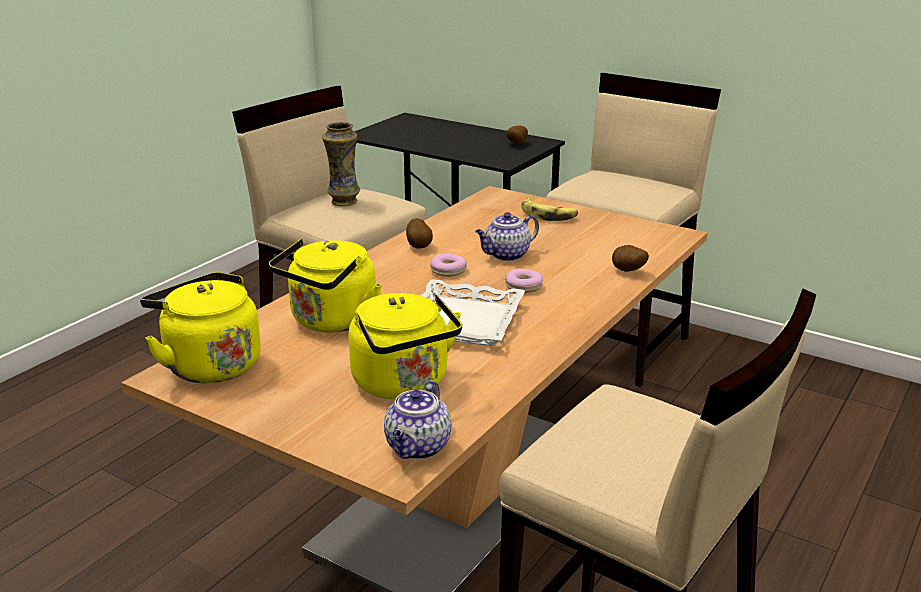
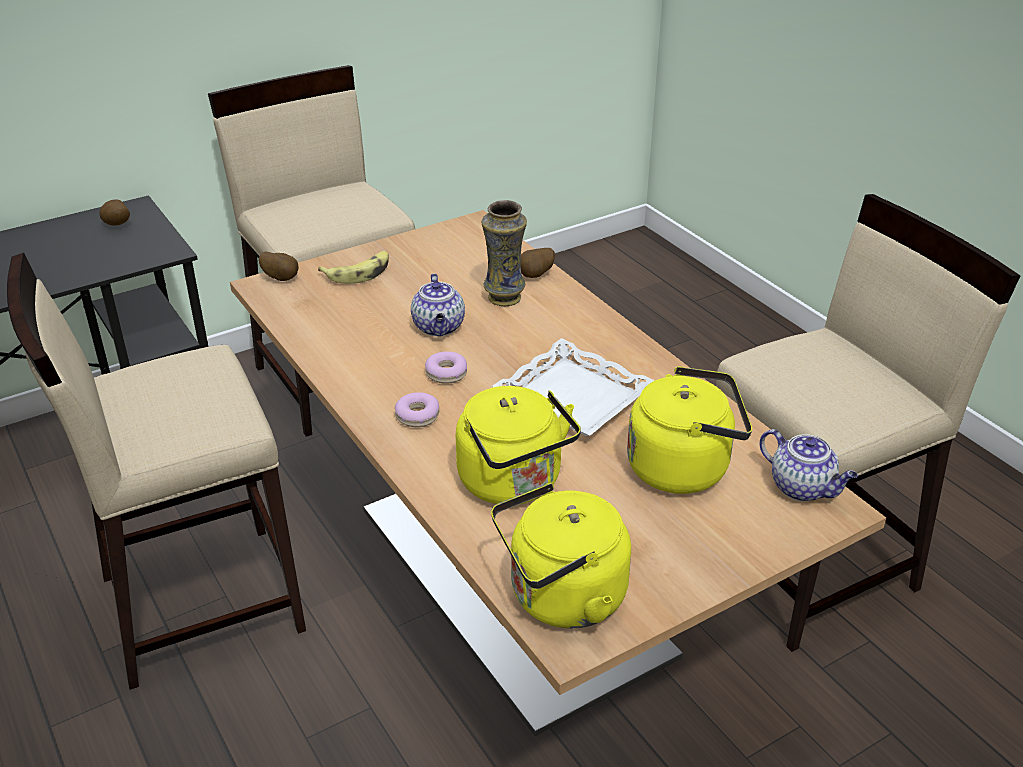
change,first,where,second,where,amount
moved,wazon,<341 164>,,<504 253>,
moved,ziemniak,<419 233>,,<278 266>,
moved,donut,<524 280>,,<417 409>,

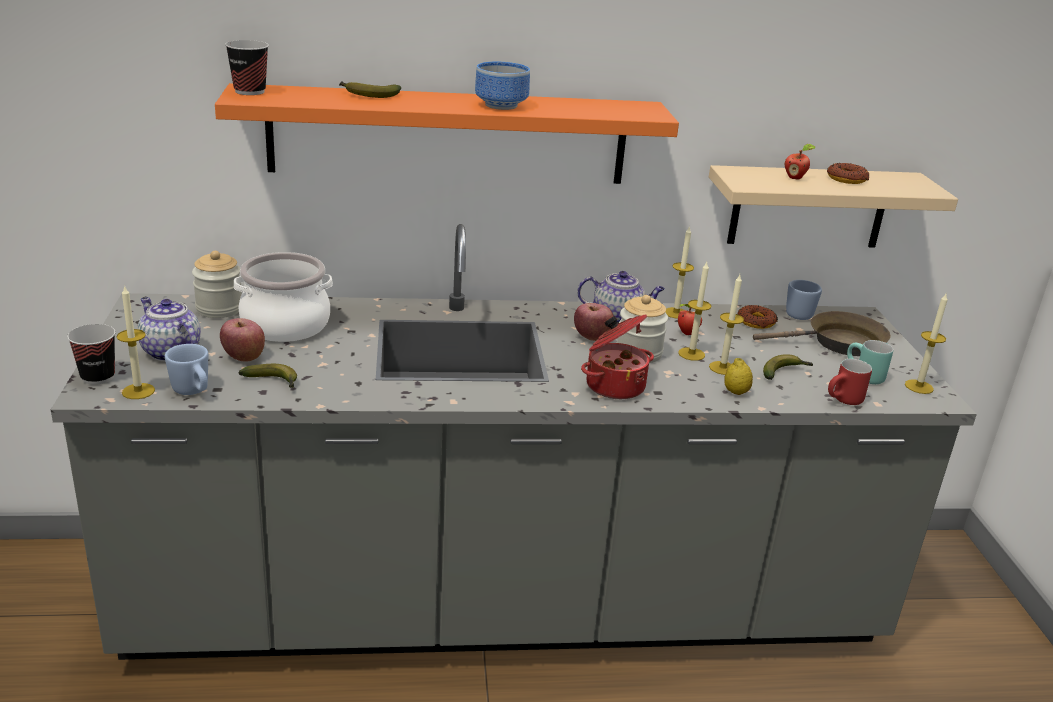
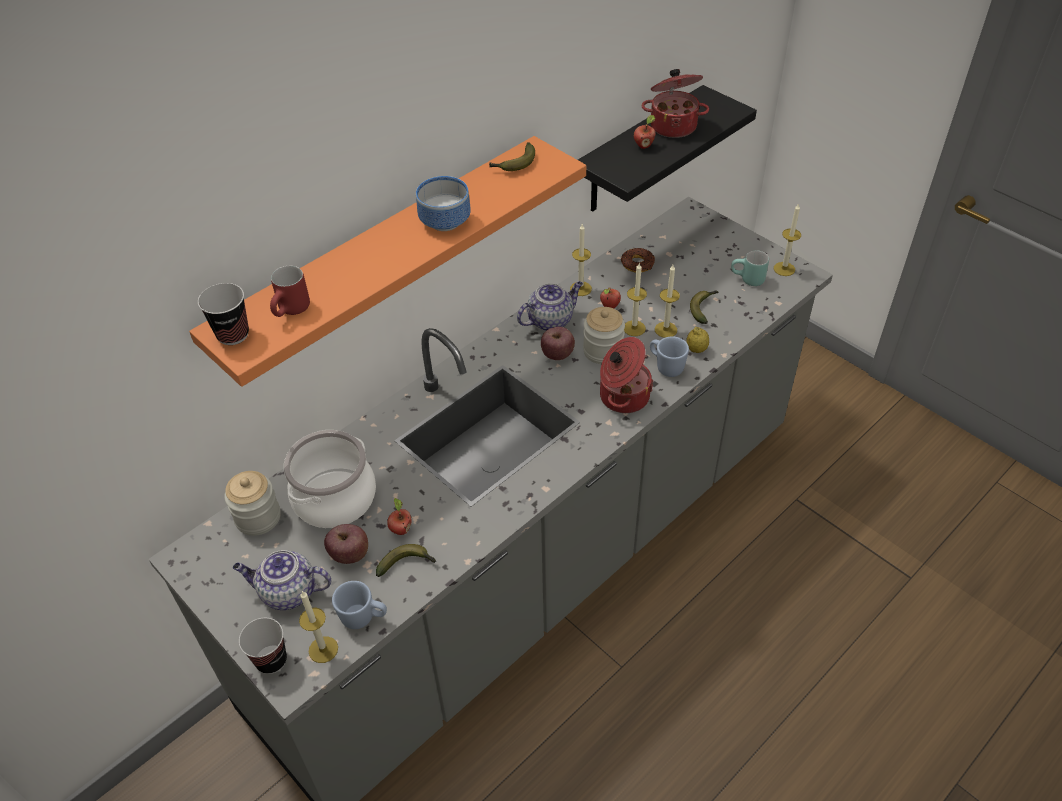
change,first,where,second,where,amount
removed,patelnia [brązowy],<822 333>,,,
added,,,jabłko,<399 516>,
moved,banan,<370 89>,,<512 156>,
moved,kubek [niebieski],<804 300>,,<669 357>,
moved,kubek [czerwony],<850 382>,,<290 291>,
replaced,donut,<848 173>,garnek,<675 103>,
recoloured,półka [beżowy],<833 206>,półka [czarny],<667 148>,

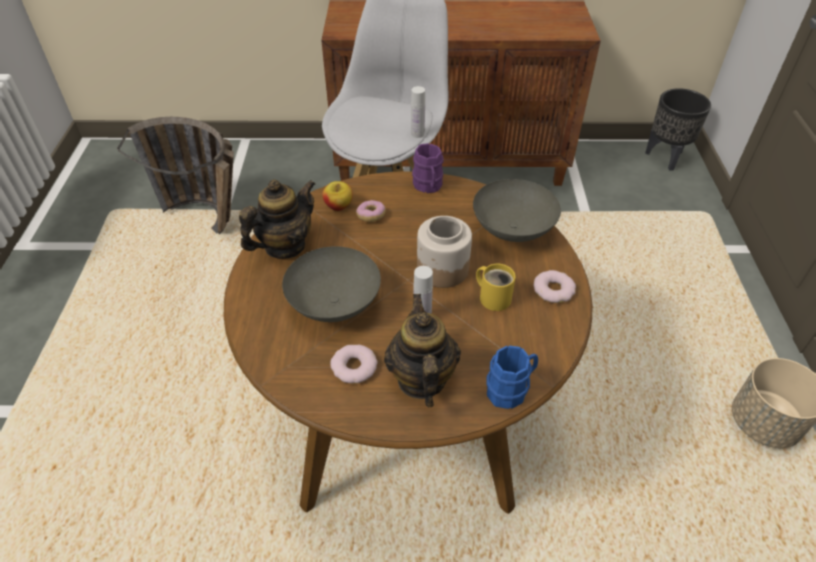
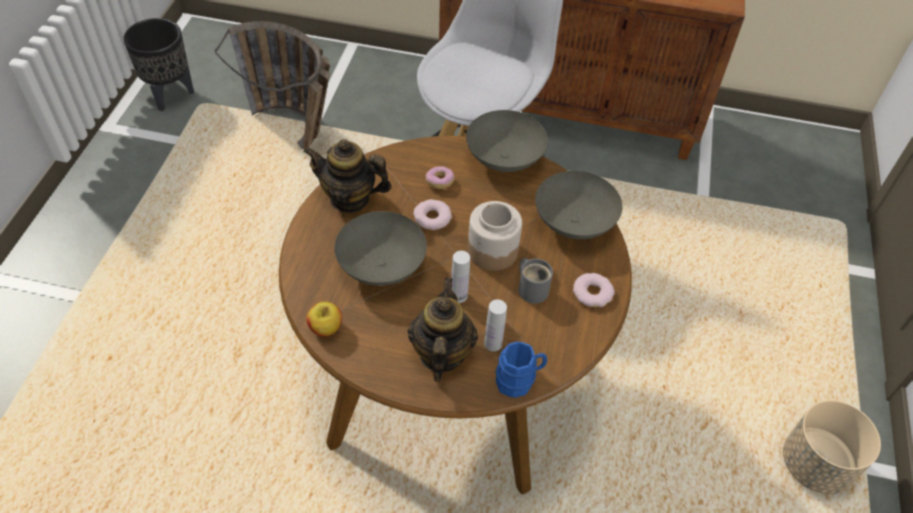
change,first,where,second,where,amount
moved,jabłko,<337 196>,,<324 319>,
moved,donut,<354 364>,,<432 214>,
moved,butelka [biały],<418 112>,,<495 325>,
moved,donica [czarny],<678 129>,,<158 64>,
replaced,kubek [fioletowy],<428 168>,miska [szary],<507 141>,
recoloured,kubek [żółty],<496 287>,kubek [szary],<536 281>,
turned,imbryk,<277 219>,,<348 176>,135 degrees counterclockwise

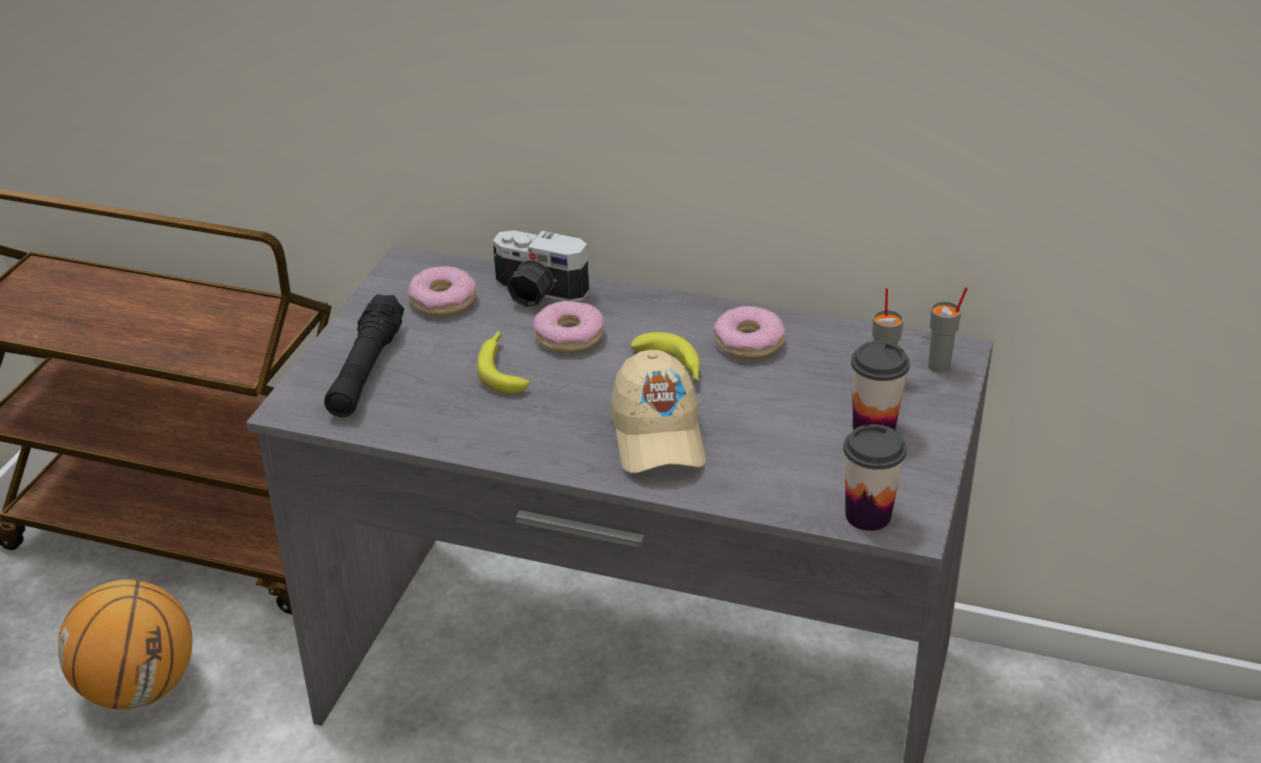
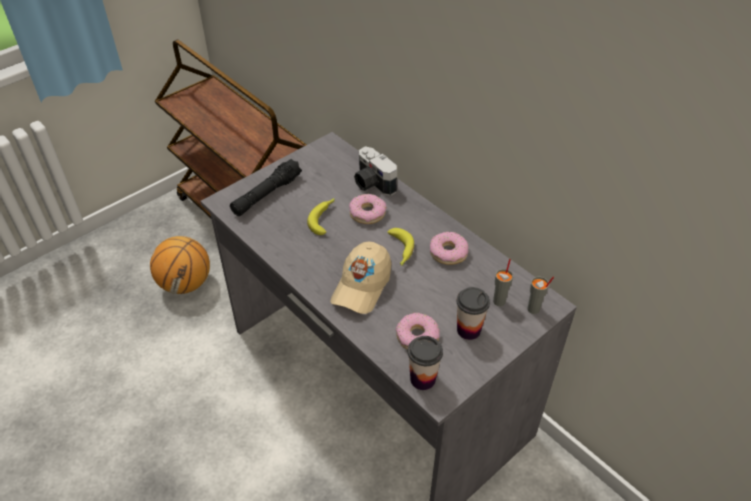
change,first,where,second,where,amount
moved,donut,<442 291>,,<418 331>,

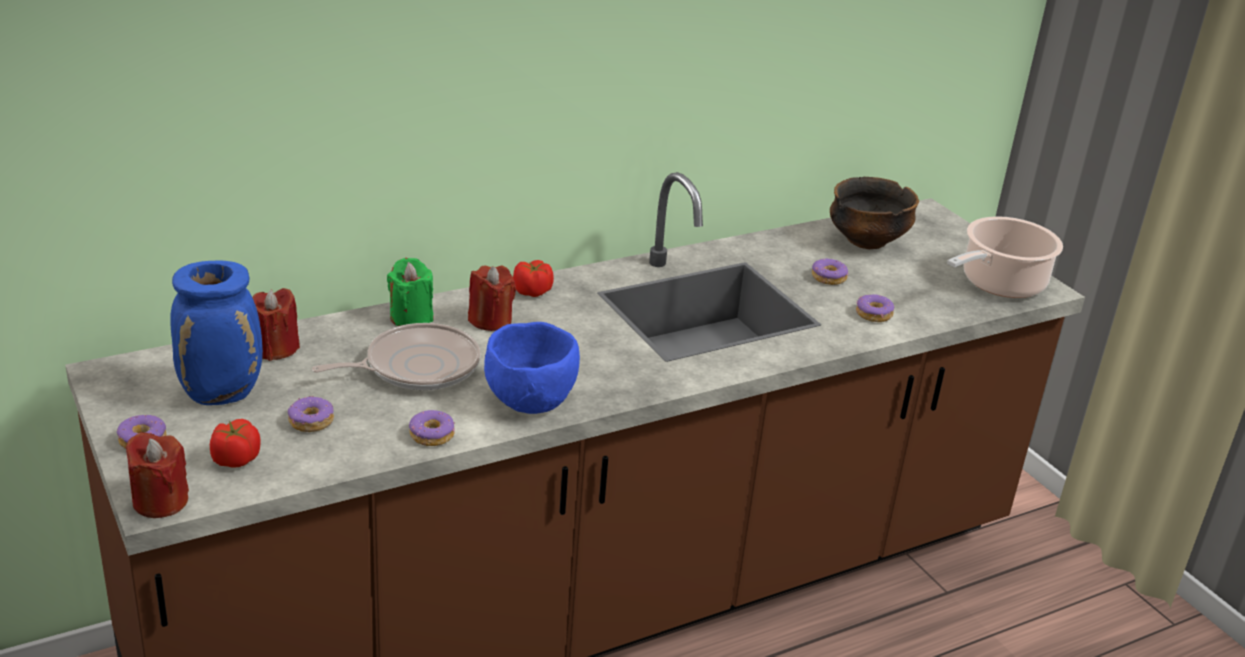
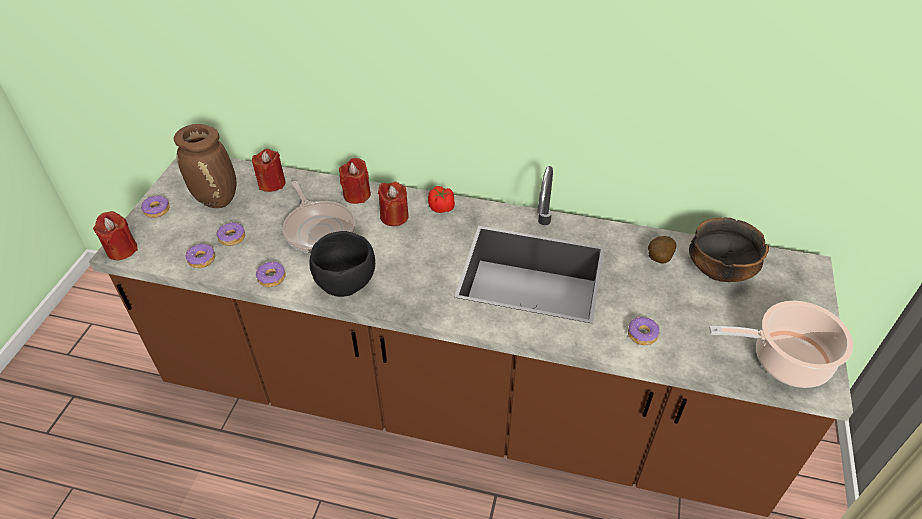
change,first,where,second,where,amount
removed,pomidor,<235 443>,,,
added,,,ziemniak,<662 250>,
moved,donut,<830 272>,,<200 256>,
recoloured,wazon [niebieski],<216 332>,wazon [brązowy],<205 166>,
recoloured,świeca [zielony],<410 292>,świeca [czerwony],<355 181>,
recoloured,miska [niebieski],<532 368>,miska [czarny],<342 264>,
turned,patelnia,<396 356>,,<319 217>,45 degrees clockwise

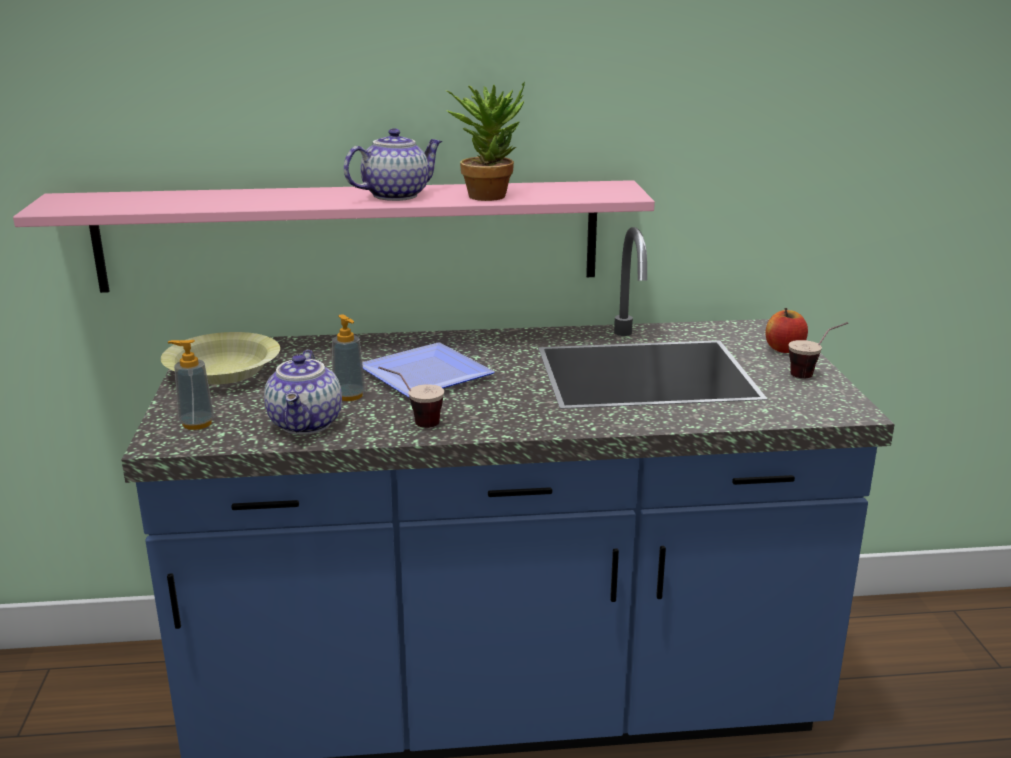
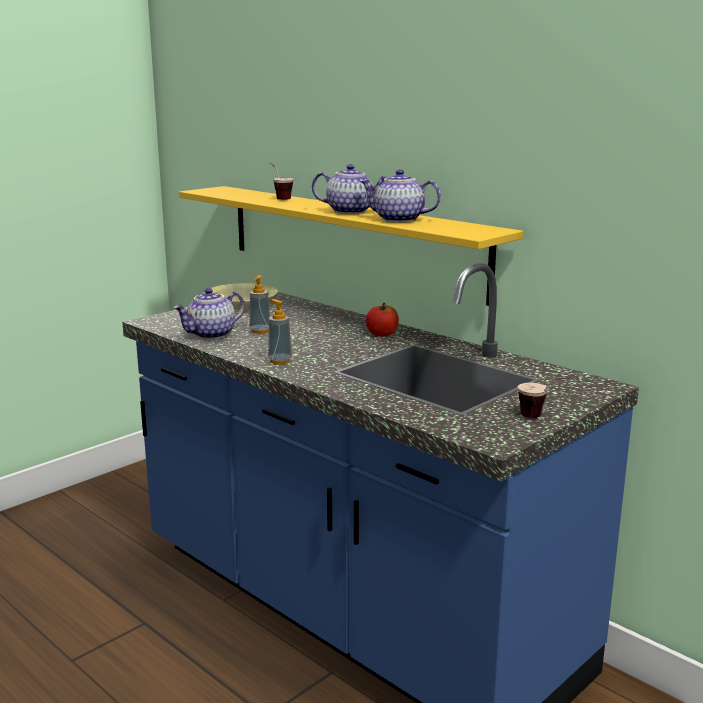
change,first,where,second,where,amount
removed,talerz,<428 370>,,,
moved,dozownik mydła,<191 385>,,<280 332>,
moved,filiżanka,<411 397>,,<281 181>,
moved,jabłko,<787 330>,,<382 320>,
replaced,roślina doniczkowa,<485 141>,imbryk,<400 196>,
recoloured,półka [różowy],<334 236>,półka [żółty],<351 246>,

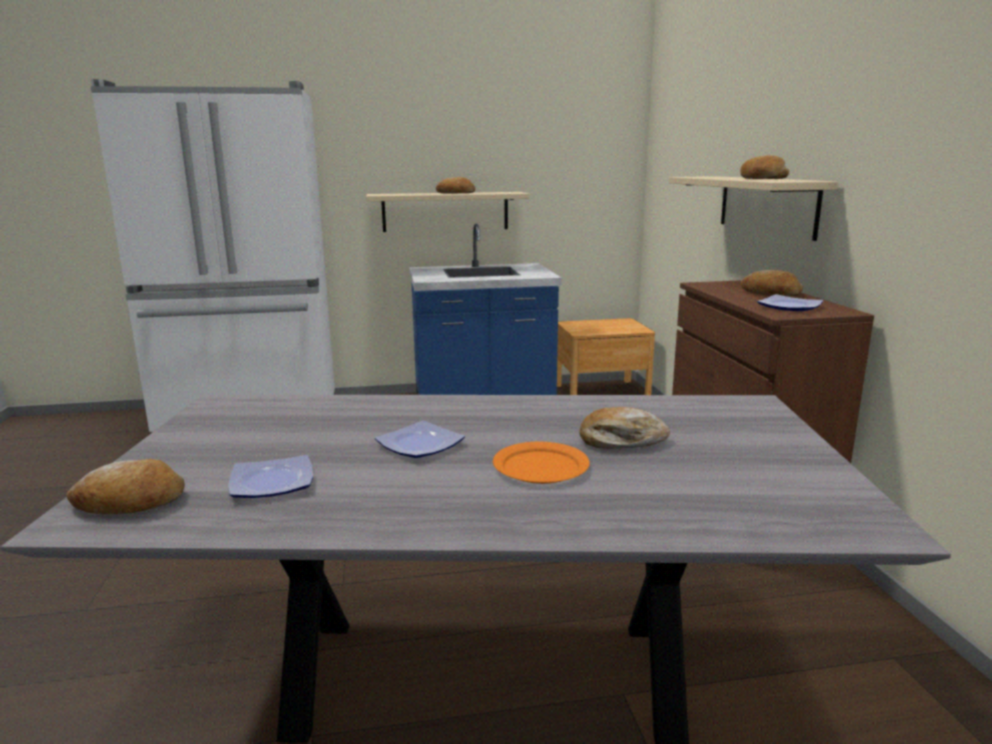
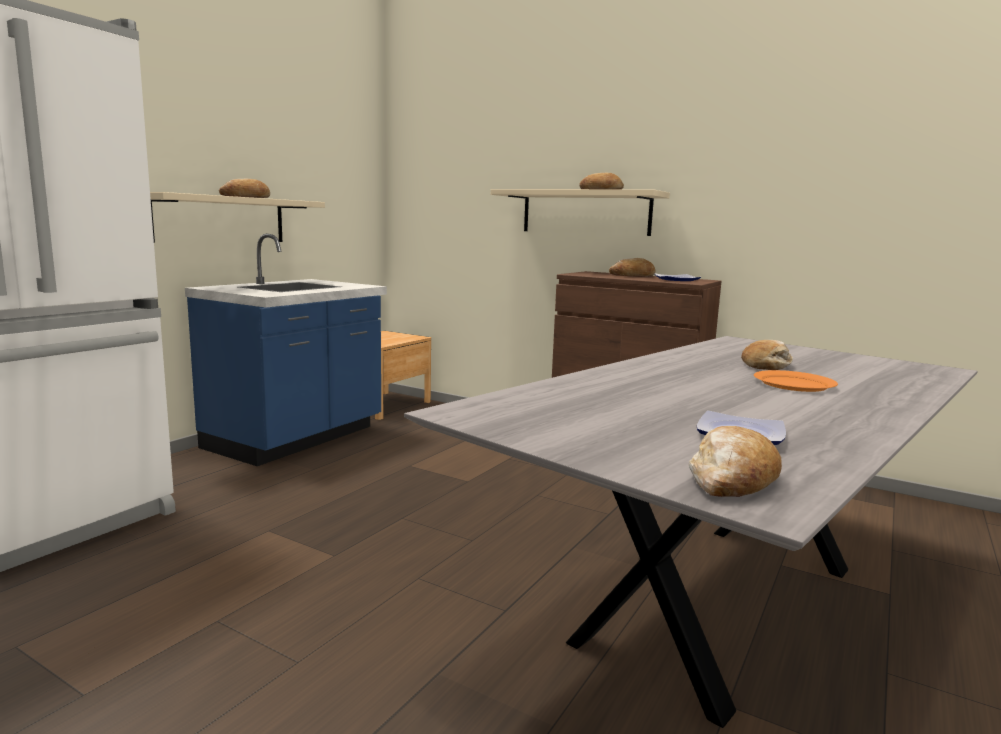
change,first,where,second,where,amount
removed,talerz,<420 439>,,,

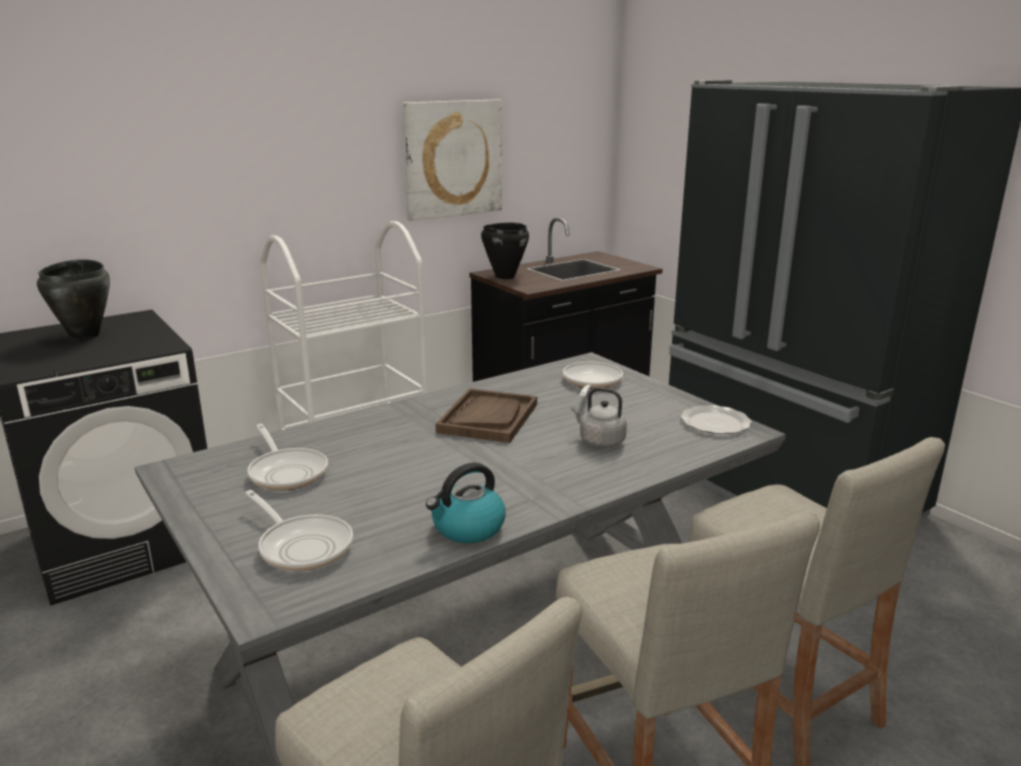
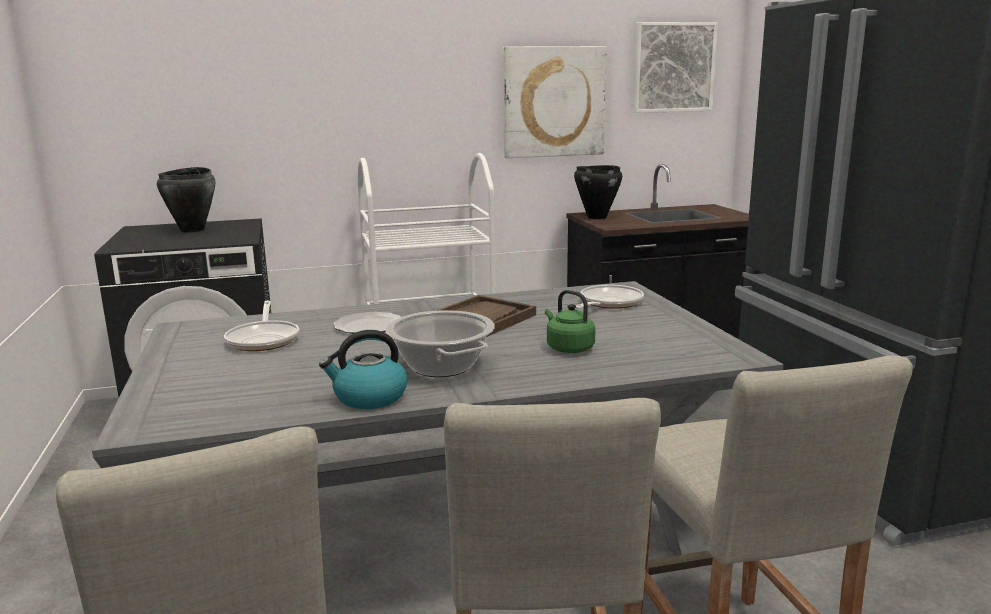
change,first,where,second,where,amount
removed,patelnia,<299 530>,,,
added,,,garnek,<440 343>,
added,,,obraz,<675 67>,
moved,talerz,<716 419>,,<367 323>,
recoloured,czajnik [szary],<599 418>,czajnik [zielony],<570 321>,

